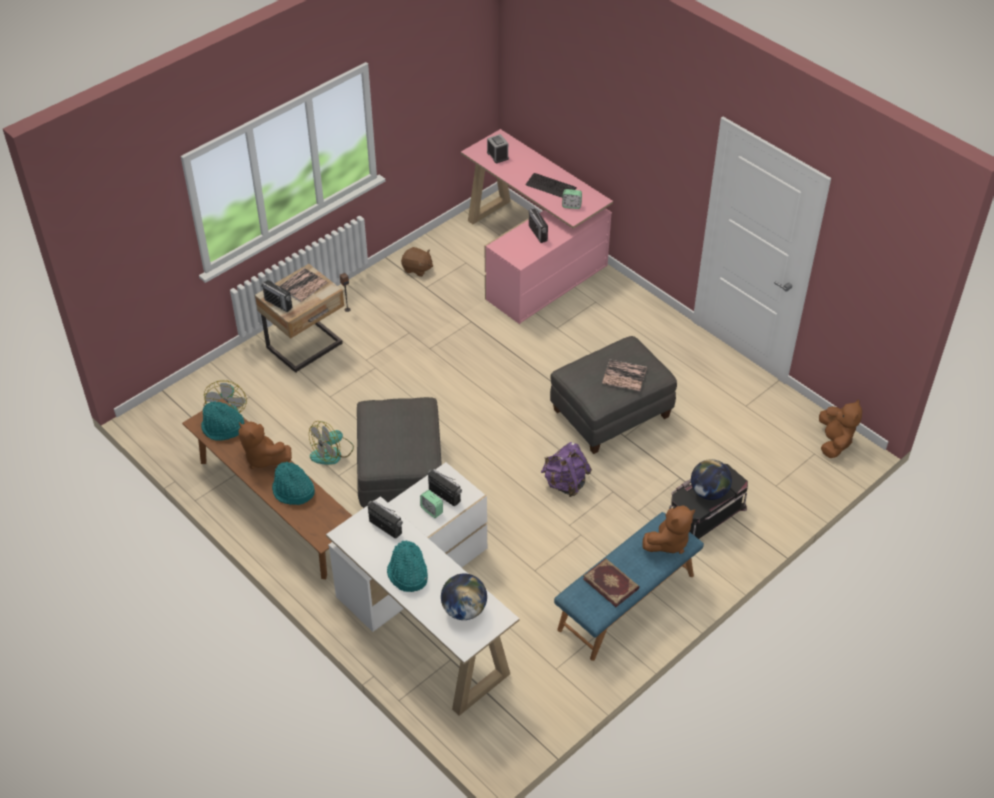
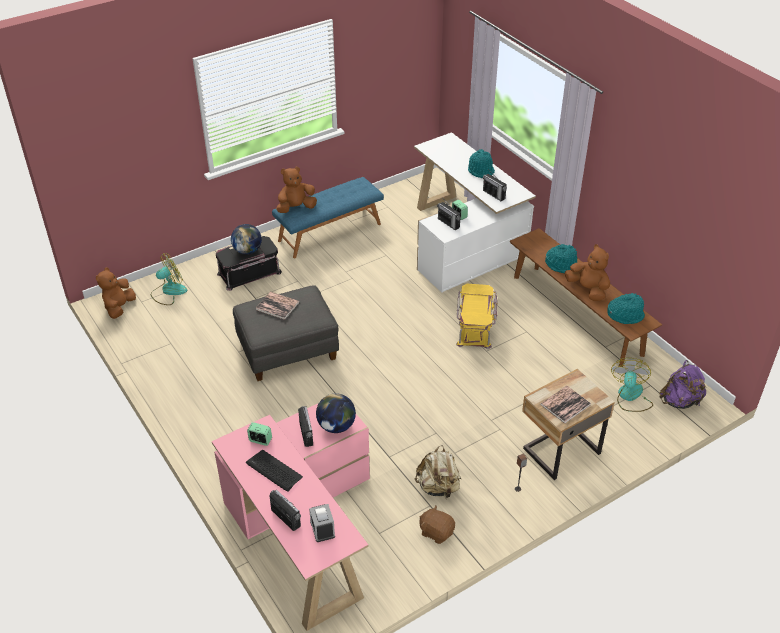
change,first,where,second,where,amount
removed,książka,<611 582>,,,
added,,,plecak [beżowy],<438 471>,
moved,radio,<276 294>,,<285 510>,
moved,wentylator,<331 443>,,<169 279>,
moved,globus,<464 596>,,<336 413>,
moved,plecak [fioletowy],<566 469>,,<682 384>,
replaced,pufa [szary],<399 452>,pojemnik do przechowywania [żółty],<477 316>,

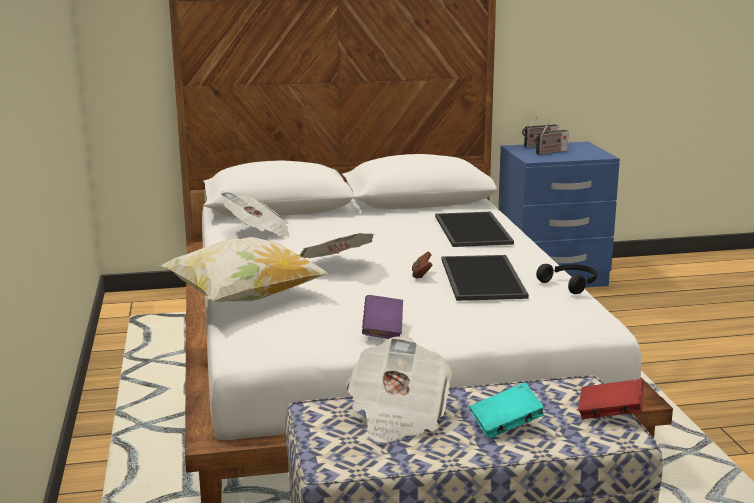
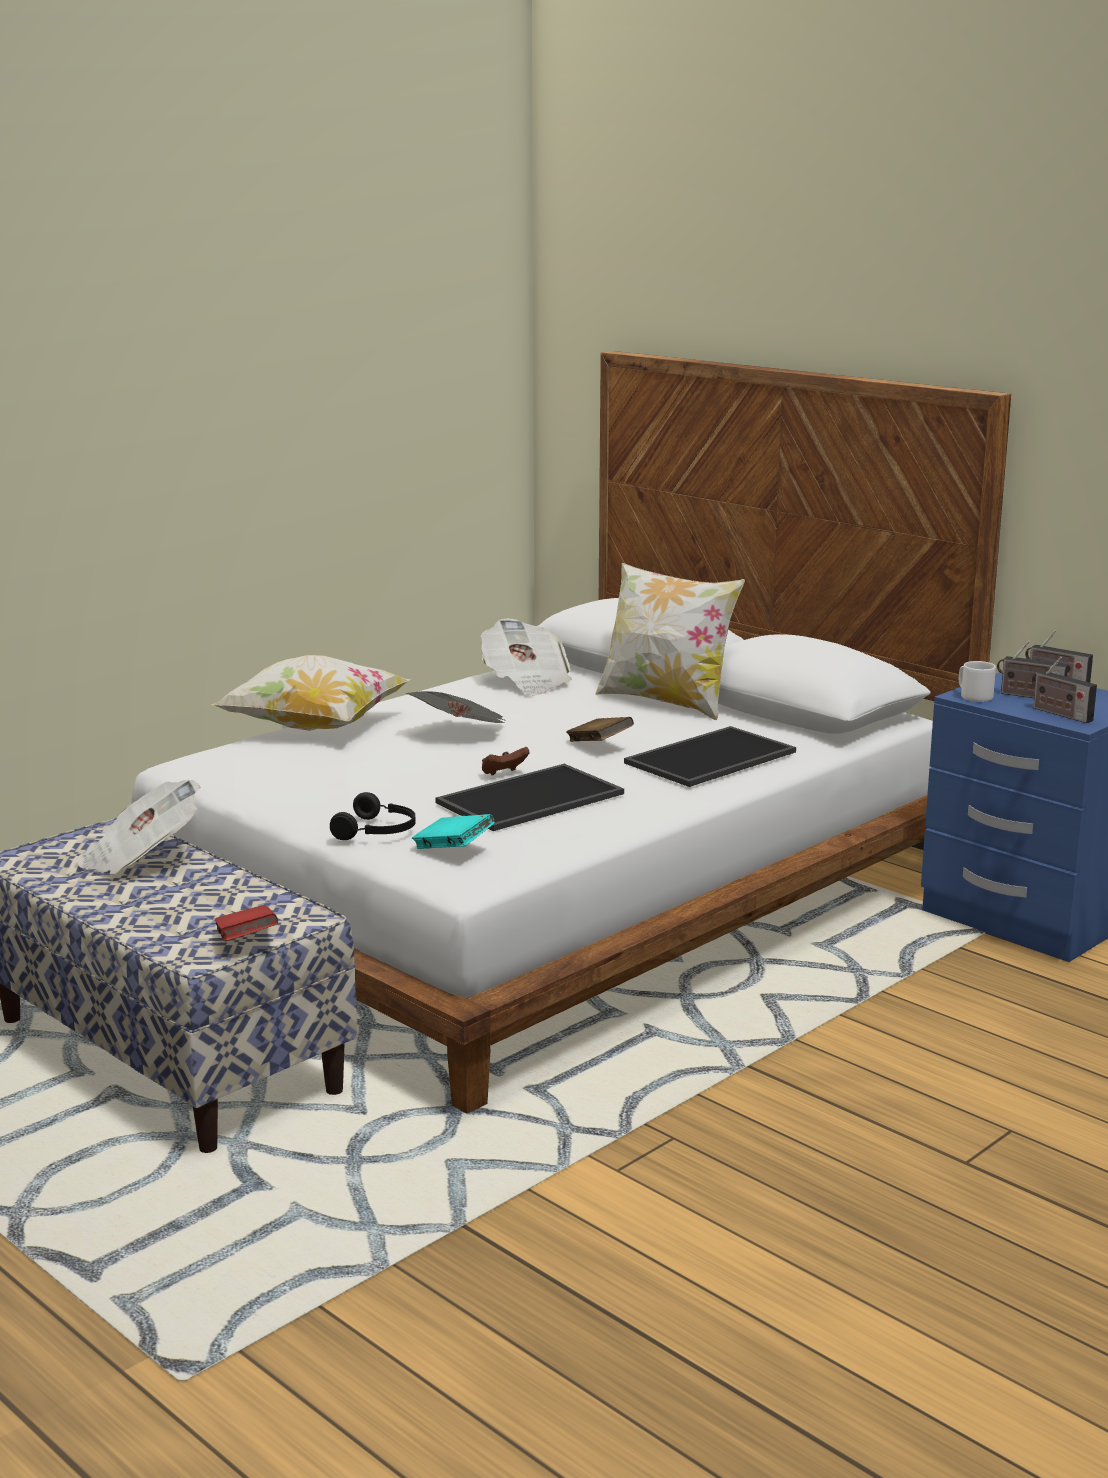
change,first,where,second,where,amount
removed,książka [fioletowy],<382 317>,,,
added,,,książka [brązowy],<600 729>,
added,,,poduszka,<670 641>,
added,,,kubek [biały],<977 681>,
added,,,radio,<1064 689>,
moved,książka [turkusowy],<507 410>,,<453 831>,
moved,słuchawki [czarny],<566 279>,,<373 816>,

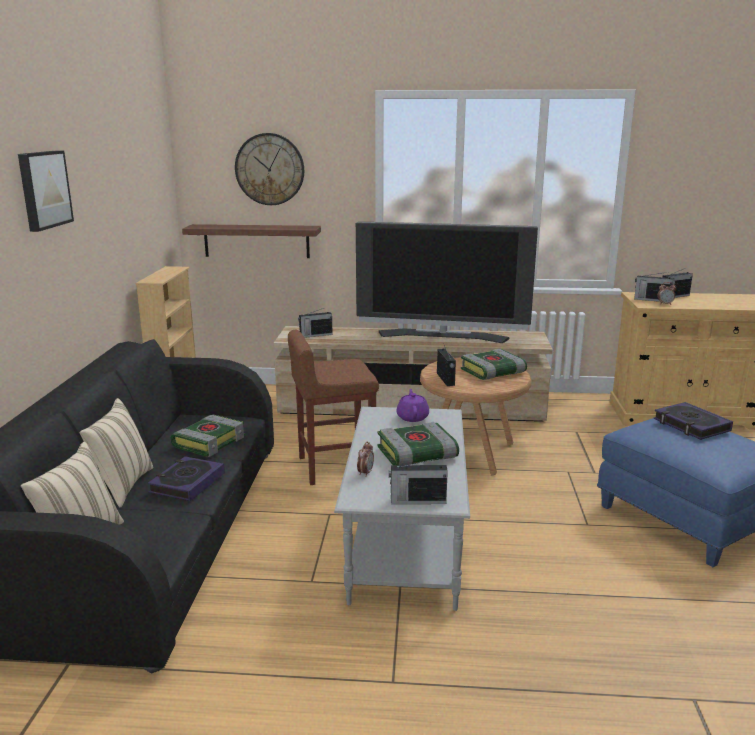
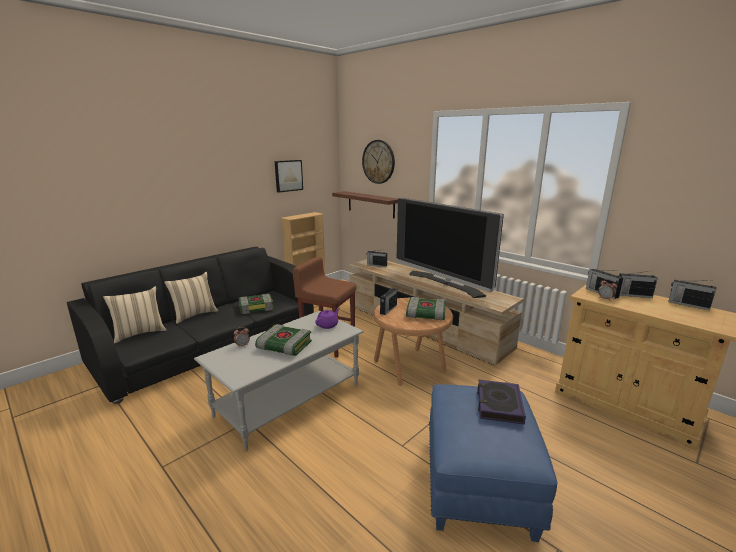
change,first,where,second,where,amount
removed,książka,<186 478>,,,
moved,obraz,<46 191>,,<289 176>,
moved,radio,<418 481>,,<692 295>,

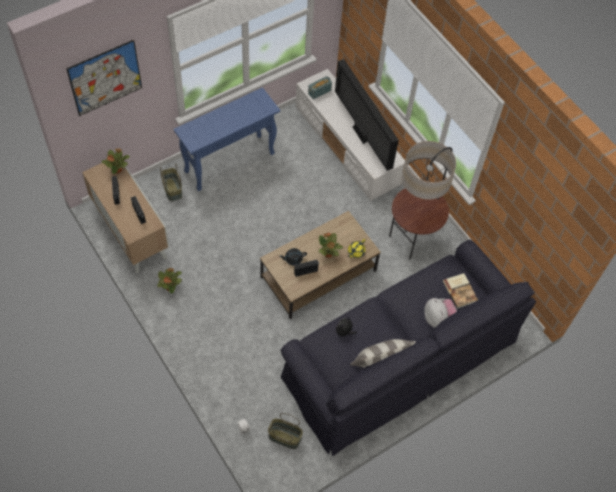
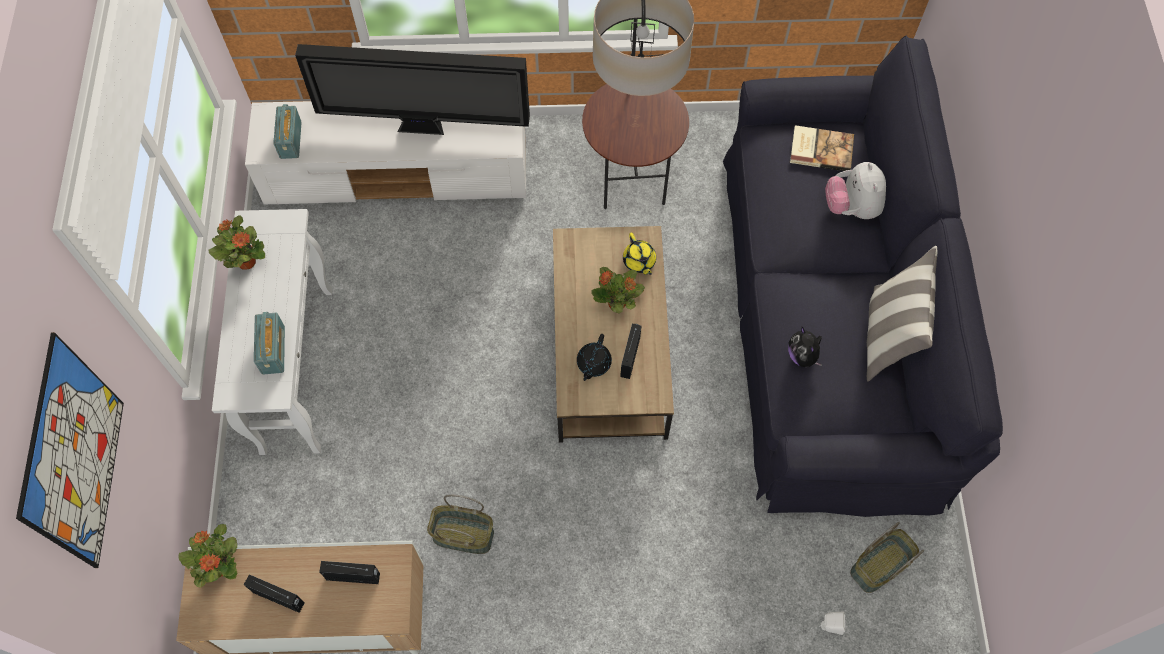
change,first,where,second,where,amount
added,,,radio,<269 343>,
moved,roślina doniczkowa,<169 281>,,<236 242>,
moved,koszyk,<171 182>,,<460 524>,
recoloured,stolik konsolowy [niebieski],<227 139>,stolik konsolowy [biały],<272 332>,
turned,pluszak,<440 313>,,<855 190>,105 degrees counterclockwise

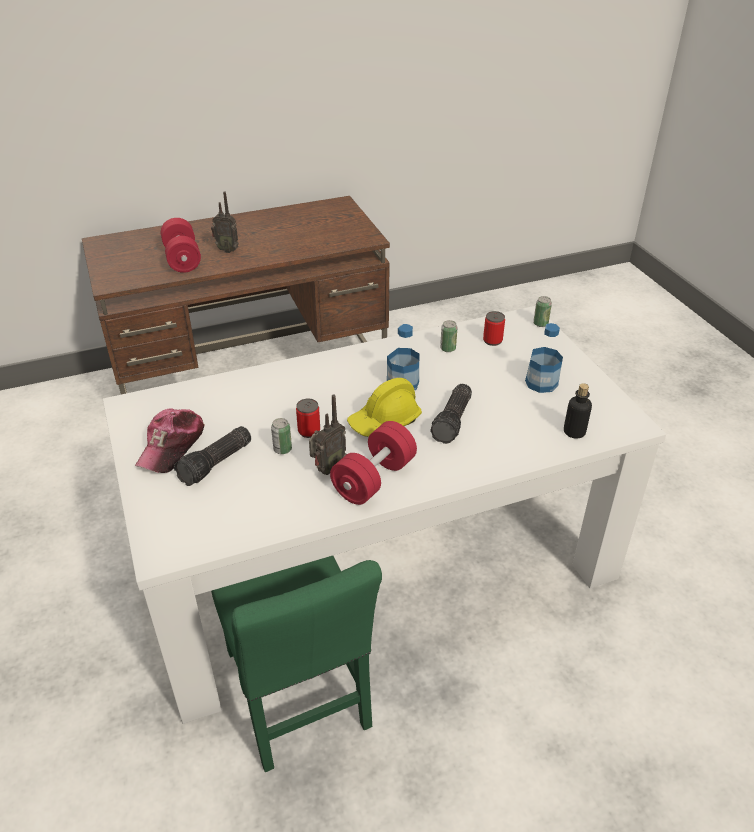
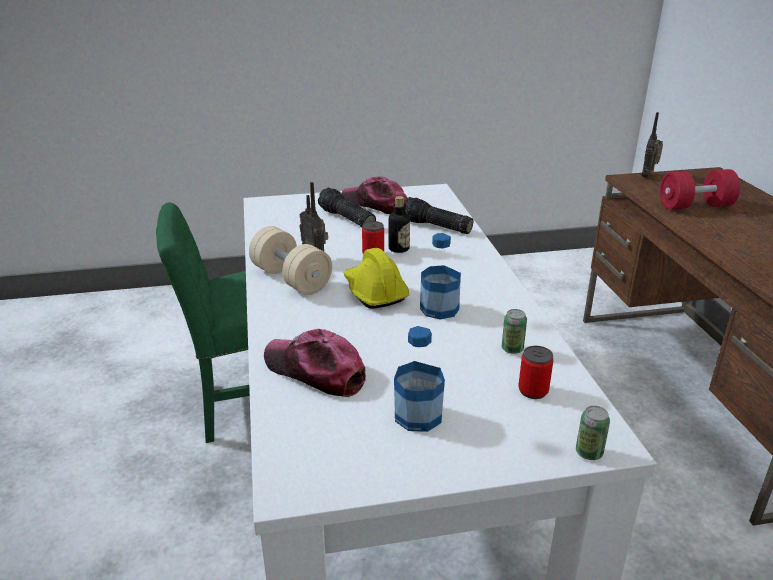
change,first,where,second,where,amount
removed,puszka,<281 436>,,,
added,,,czapka z daszkiem,<315 363>,
moved,radio,<225 222>,,<652 145>,
moved,latarka,<451 414>,,<438 215>,
moved,butelka,<578 411>,,<399 224>,
recoloured,hantel [czerwony],<373 463>,hantel [beżowy],<290 260>,

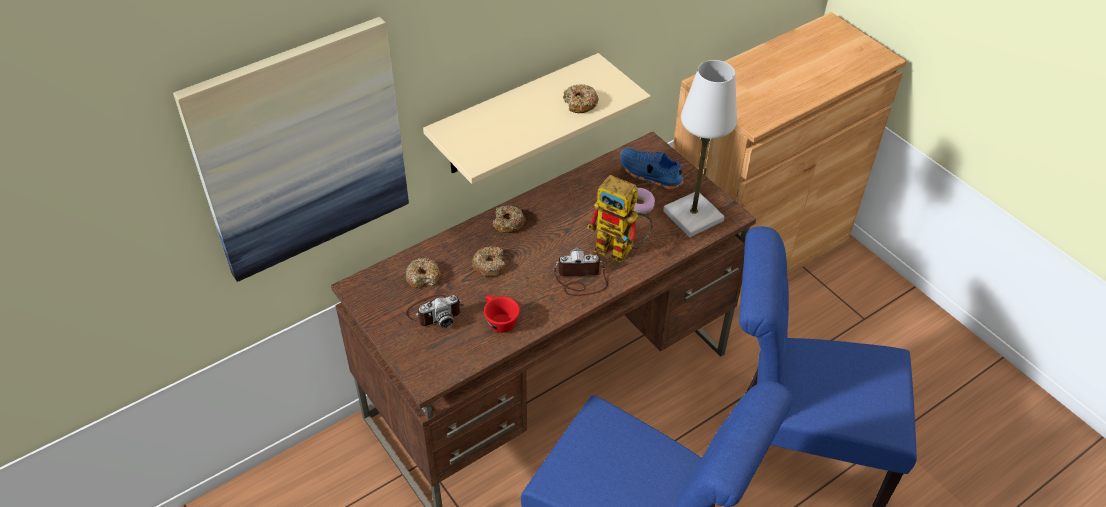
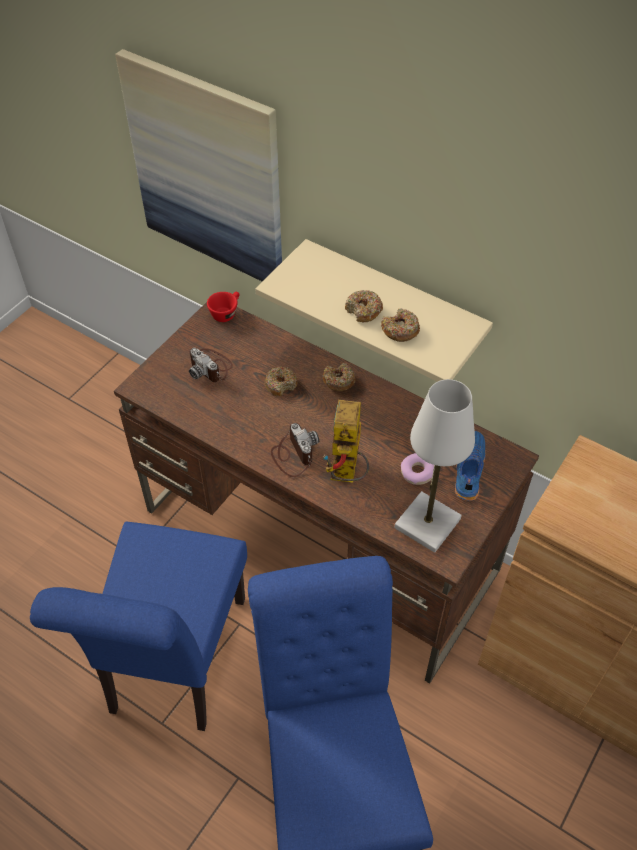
change,first,where,second,where,amount
moved,donut,<423 273>,,<364 306>,
moved,filiżanka [czerwony],<502 314>,,<223 307>,

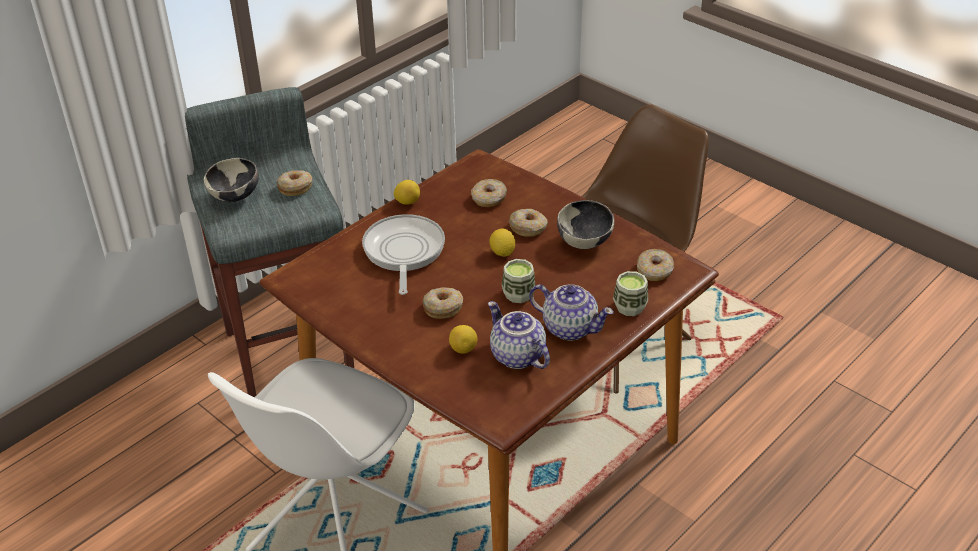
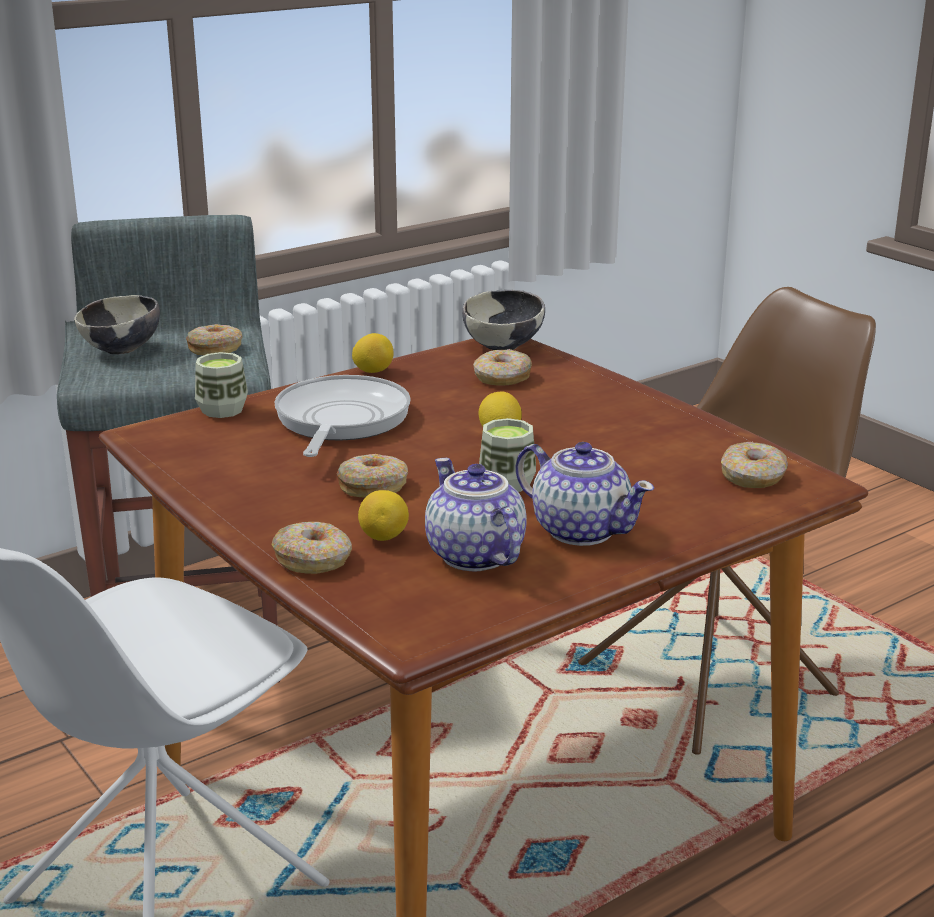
change,first,where,second,where,amount
moved,donut,<528 223>,,<312 548>,
moved,miska,<586 224>,,<503 320>,
moved,filiżanka,<630 293>,,<221 385>,

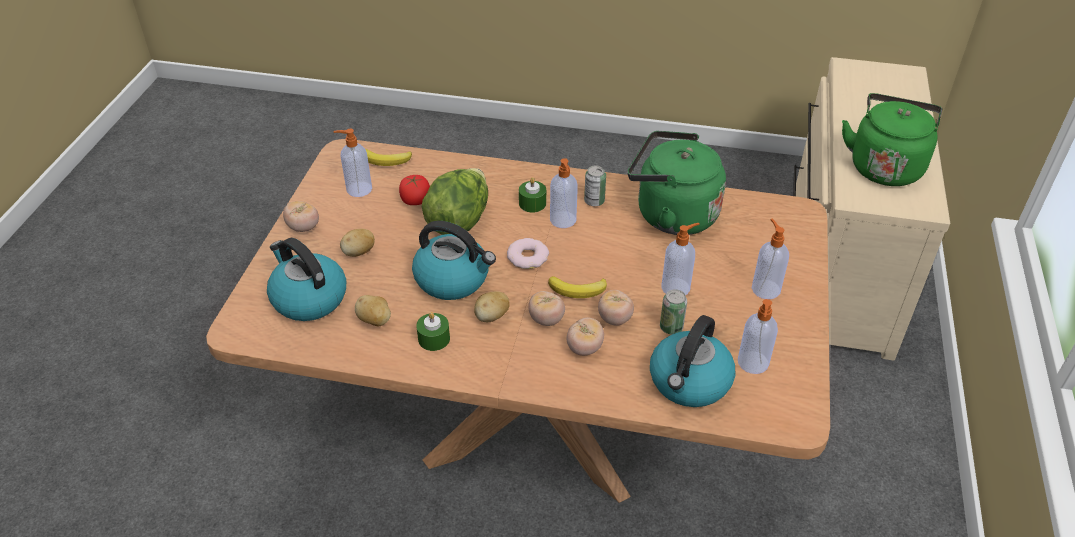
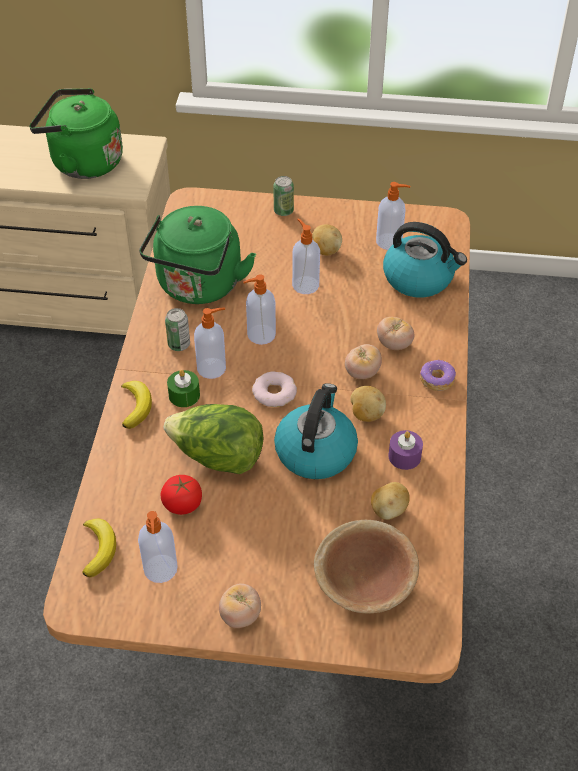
change,first,where,second,where,amount
removed,pomidor,<616 308>,,,
added,,,donut,<438 375>,
moved,ziemniak,<357 243>,,<327 239>,
moved,banan,<577 287>,,<136 405>,
moved,puszka,<673 312>,,<283 196>,
moved,dozownik mydła,<770 259>,,<259 309>,
replaced,czajnik,<306 279>,miska [brązowy],<366 566>,
recoloured,świeca [zielony],<433 331>,świeca [fioletowy],<405 450>,

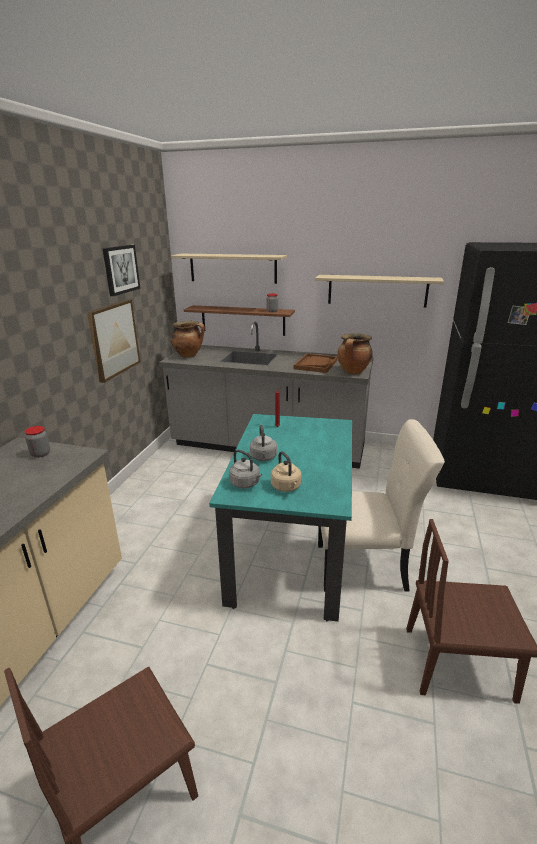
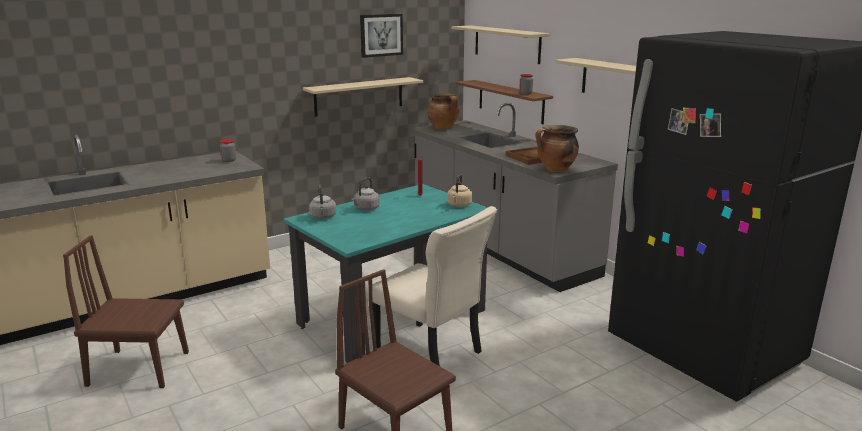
change,first,where,second,where,amount
moved,czajnik [beżowy],<286 471>,,<459 190>,
replaced,obraz,<113 341>,półka [beżowy],<363 97>,

